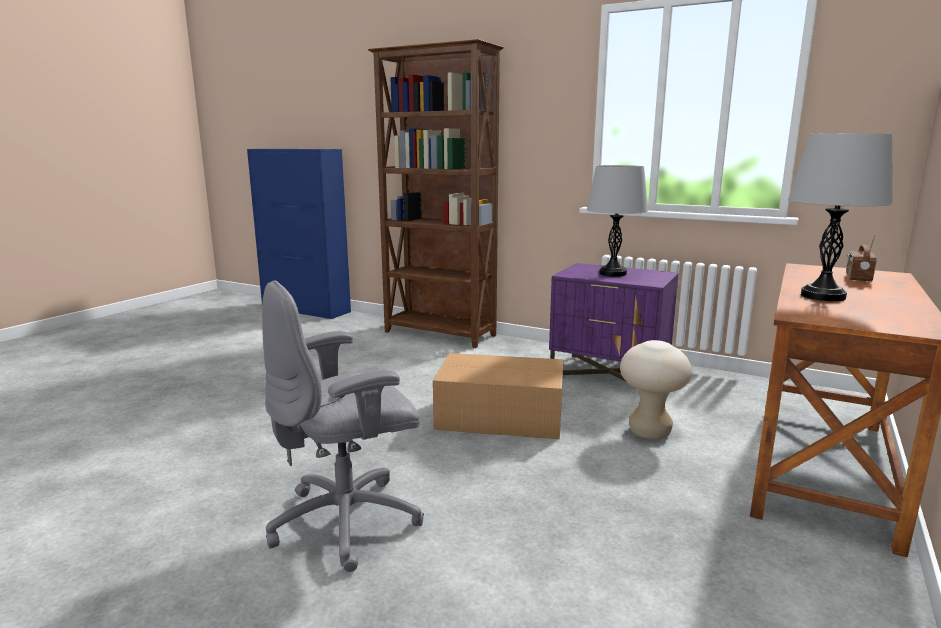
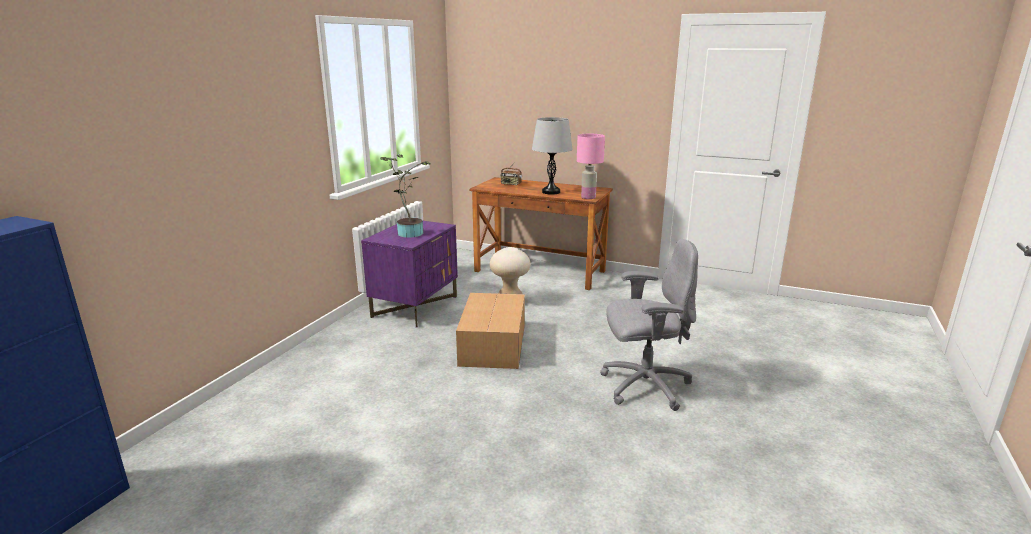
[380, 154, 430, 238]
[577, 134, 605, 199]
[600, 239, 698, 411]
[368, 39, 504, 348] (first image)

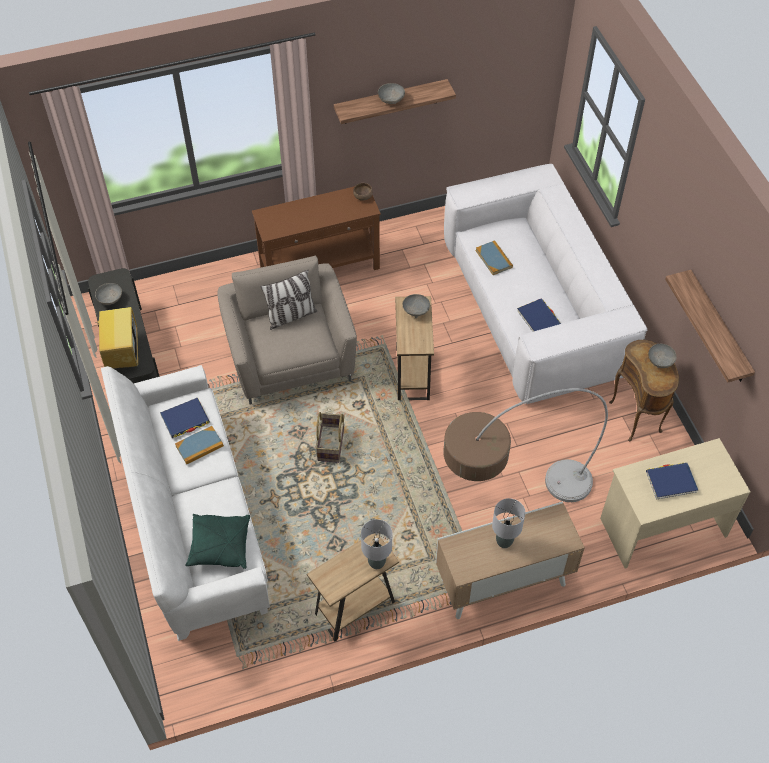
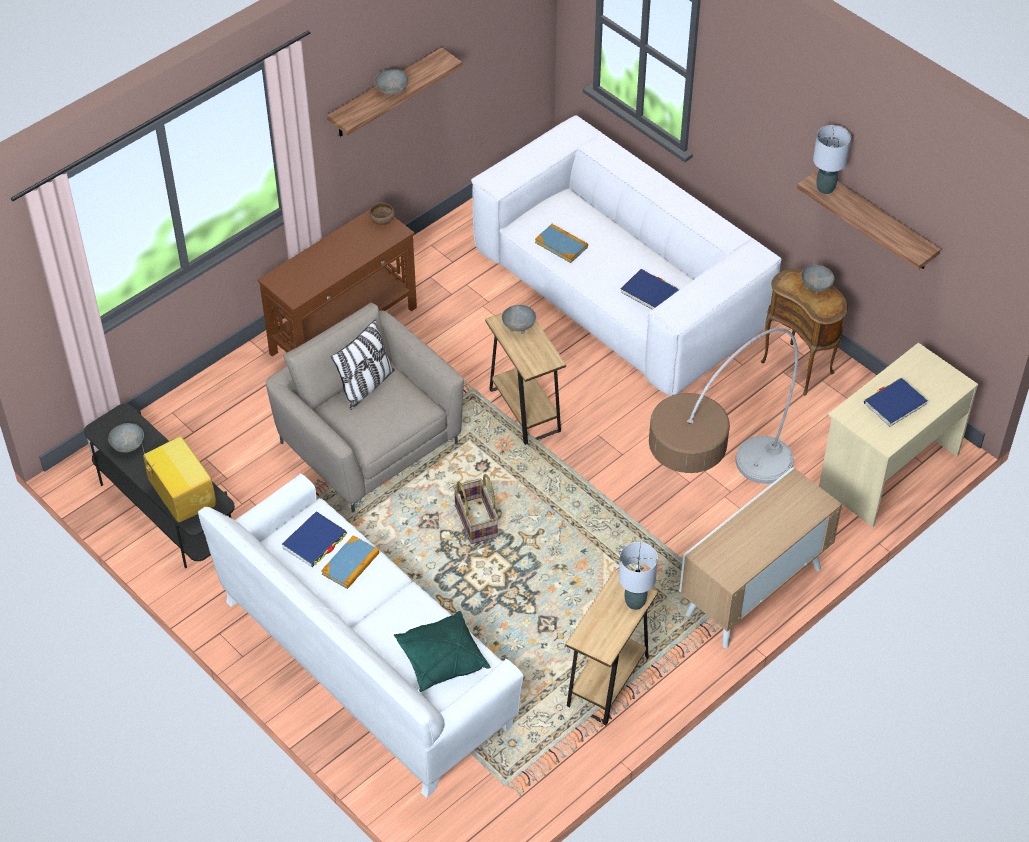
[813, 125, 851, 194]

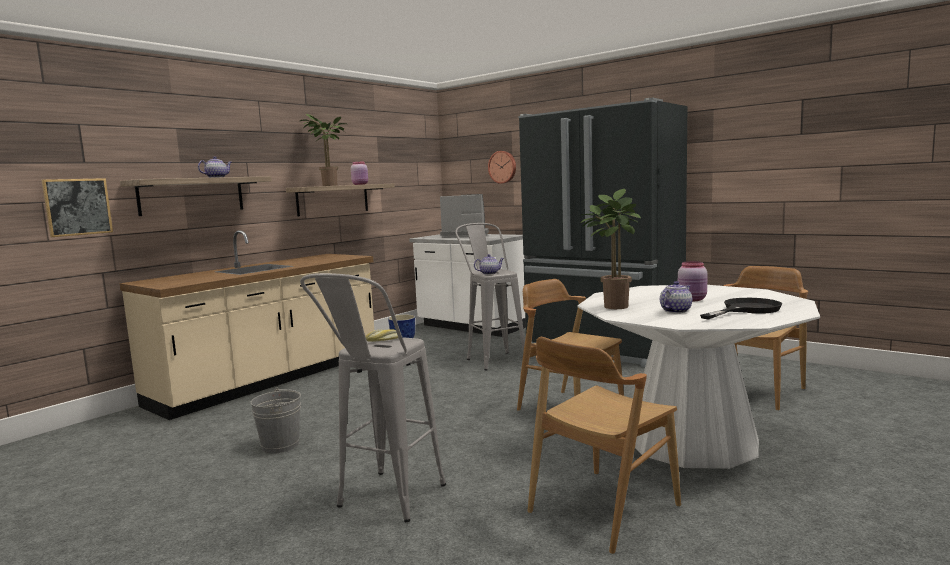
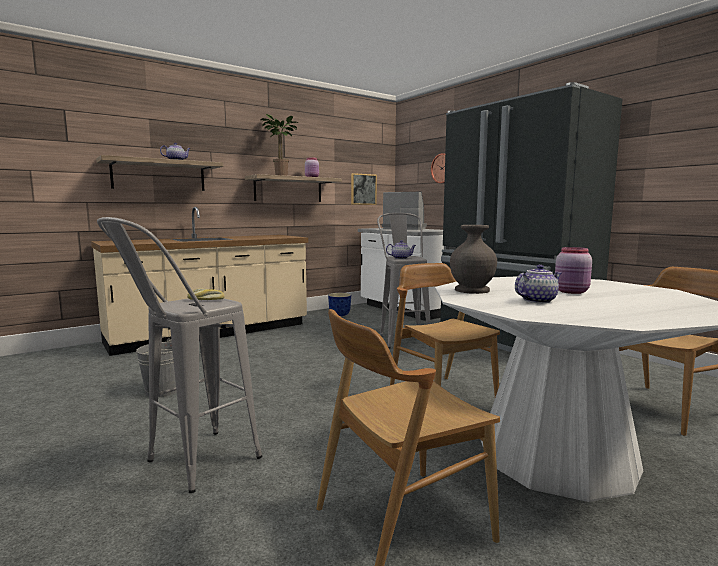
[351, 173, 377, 205]
[450, 225, 497, 294]
[700, 298, 782, 320] (first image)

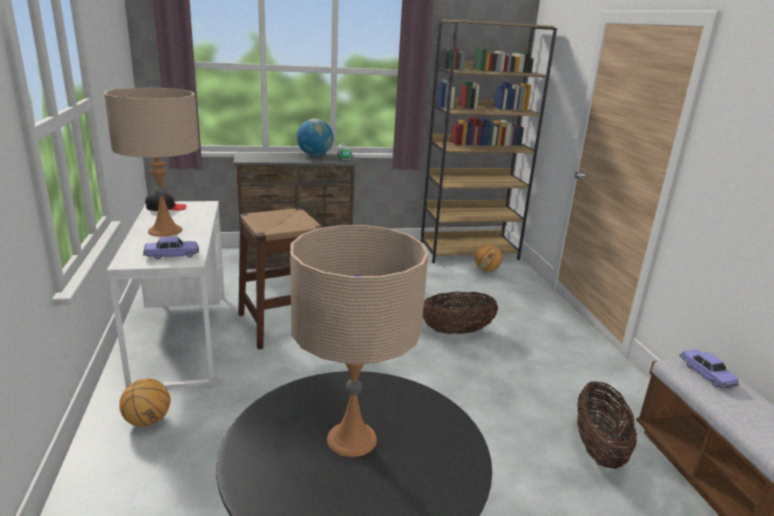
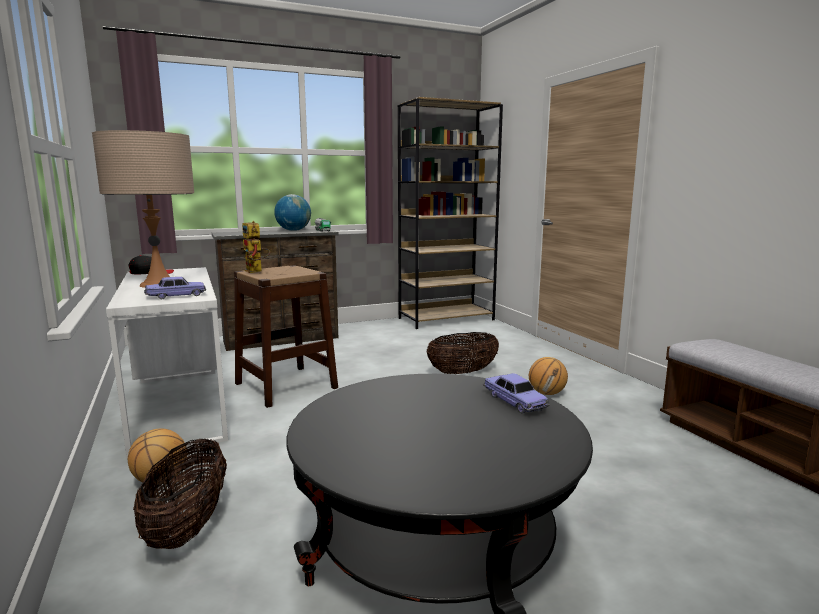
[133, 438, 227, 549]
[242, 221, 270, 273]
[483, 373, 550, 413]
[529, 357, 568, 395]
[290, 225, 428, 457] (first image)

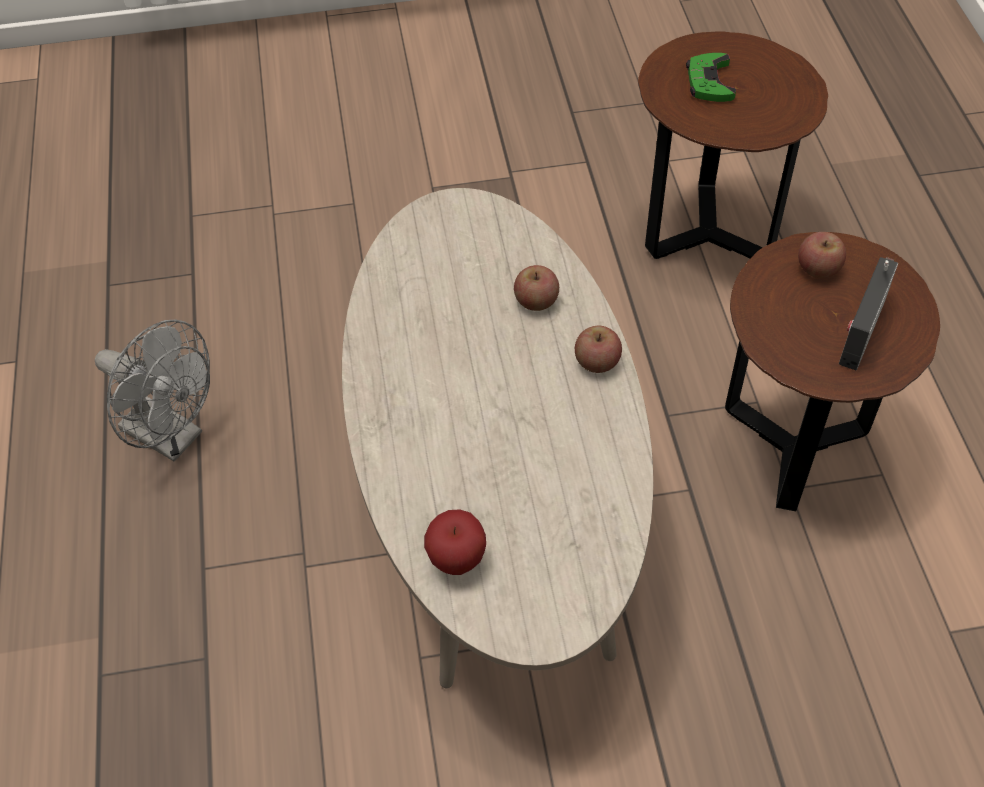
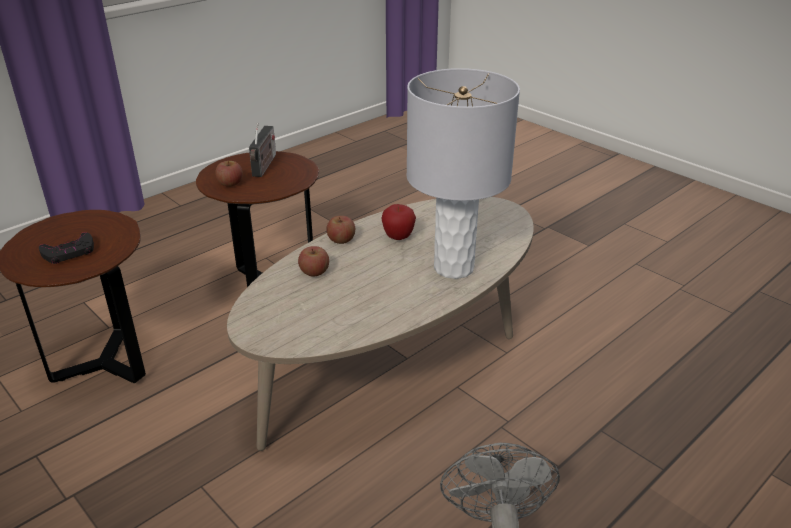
[39, 232, 94, 264]
[249, 123, 276, 177]
[381, 204, 416, 240]
[407, 68, 520, 279]

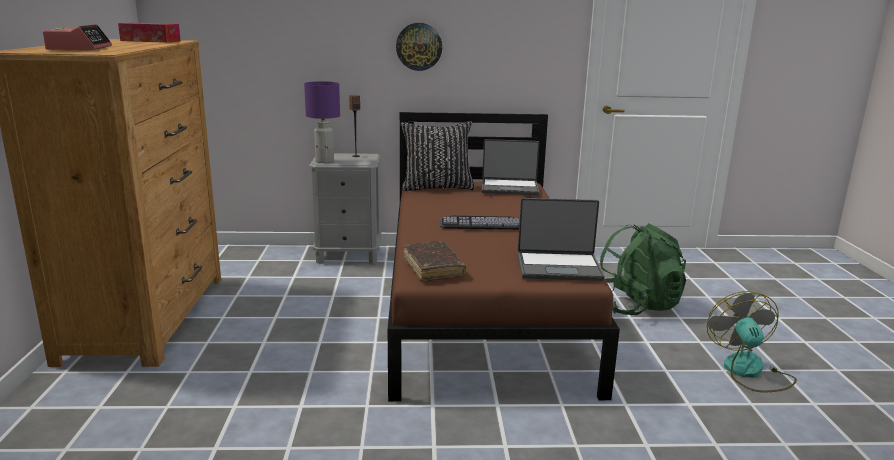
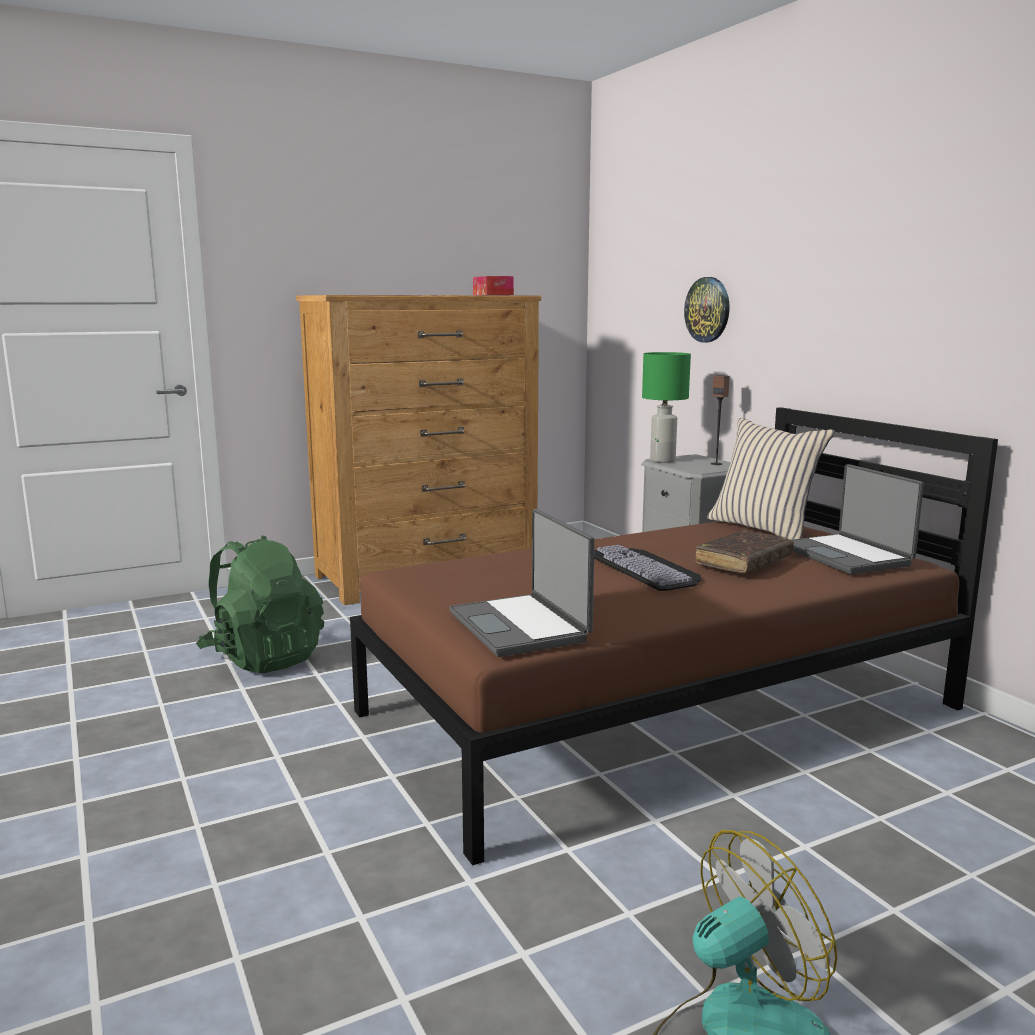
[196, 535, 324, 673]
[642, 352, 691, 463]
[684, 277, 729, 342]
[695, 530, 794, 574]
[707, 418, 835, 540]
[43, 24, 112, 50] (first image)

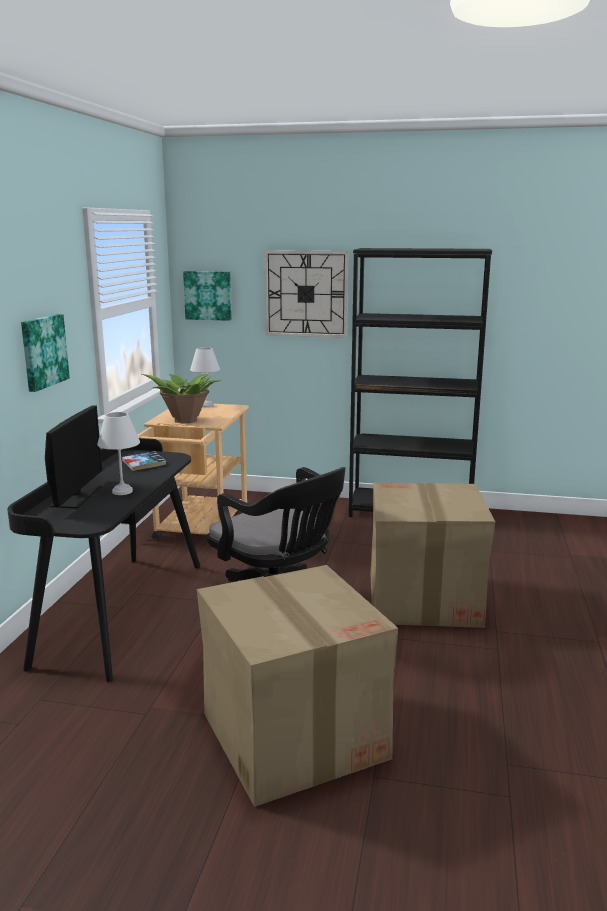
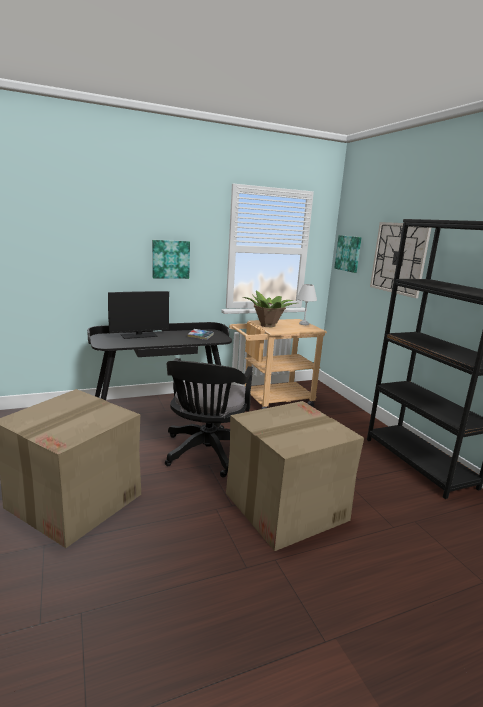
[97, 412, 140, 495] (first image)

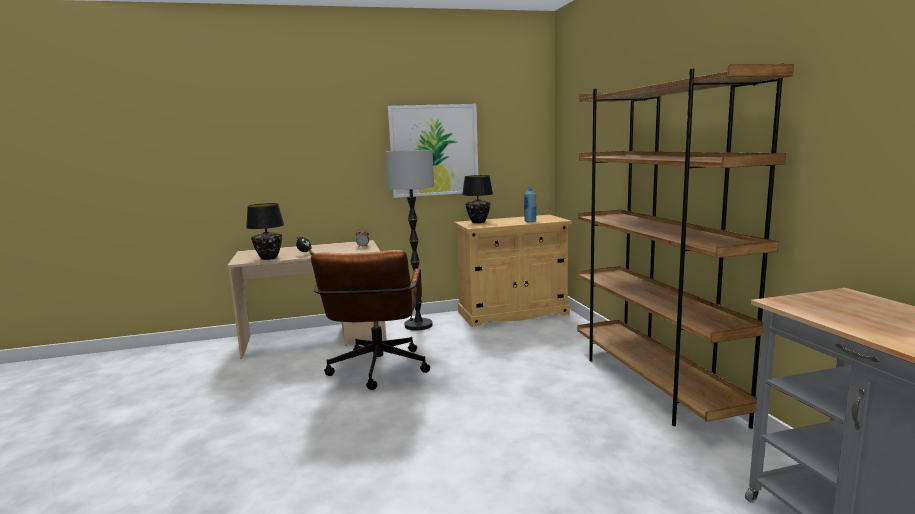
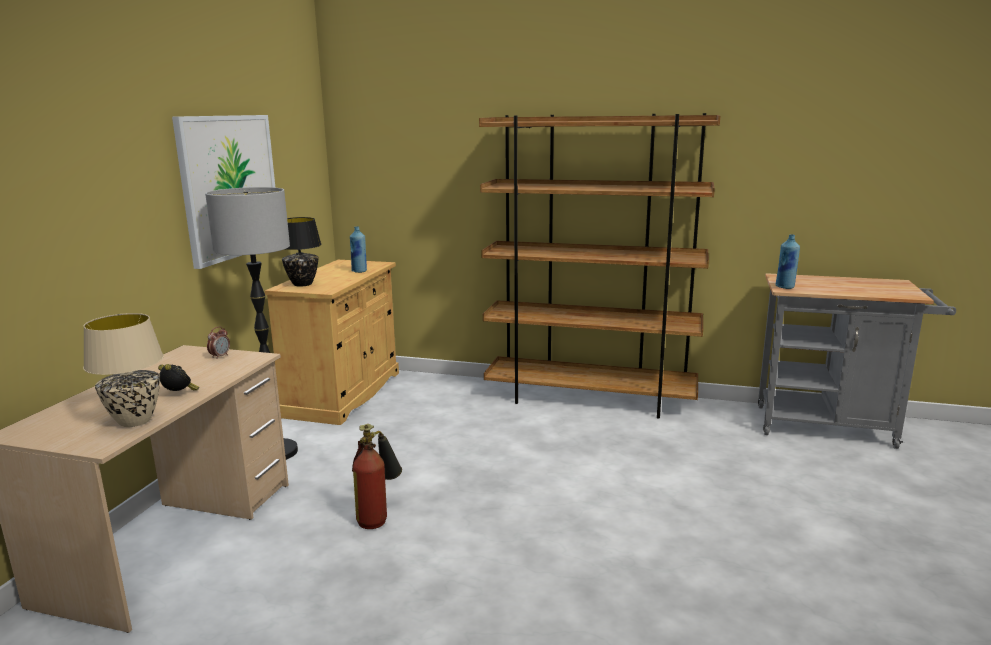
[83, 313, 164, 427]
[352, 424, 402, 529]
[775, 234, 800, 289]

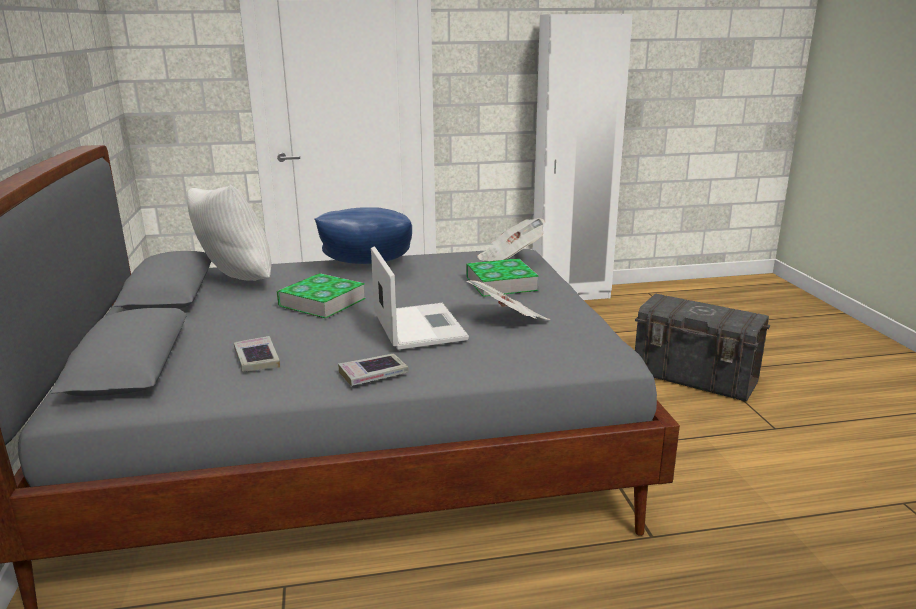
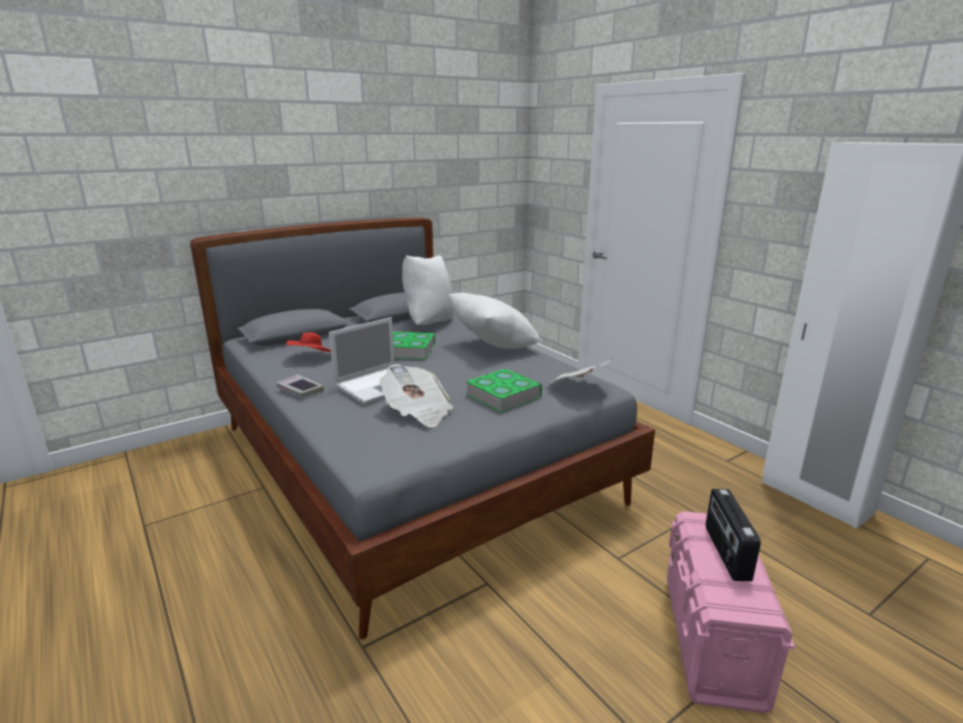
[286, 332, 331, 352]
[449, 293, 541, 349]
[667, 511, 795, 713]
[706, 489, 761, 581]

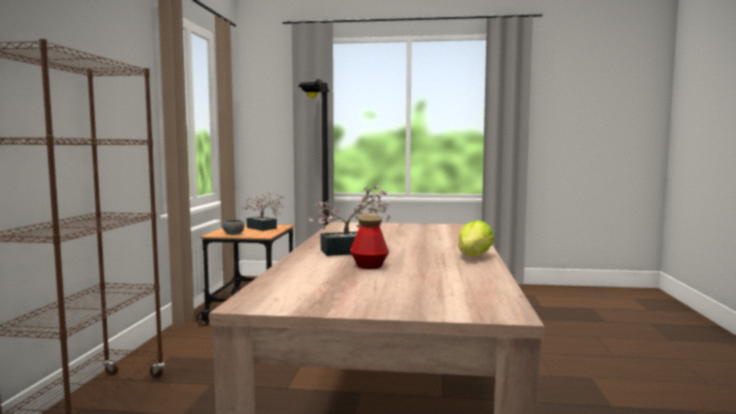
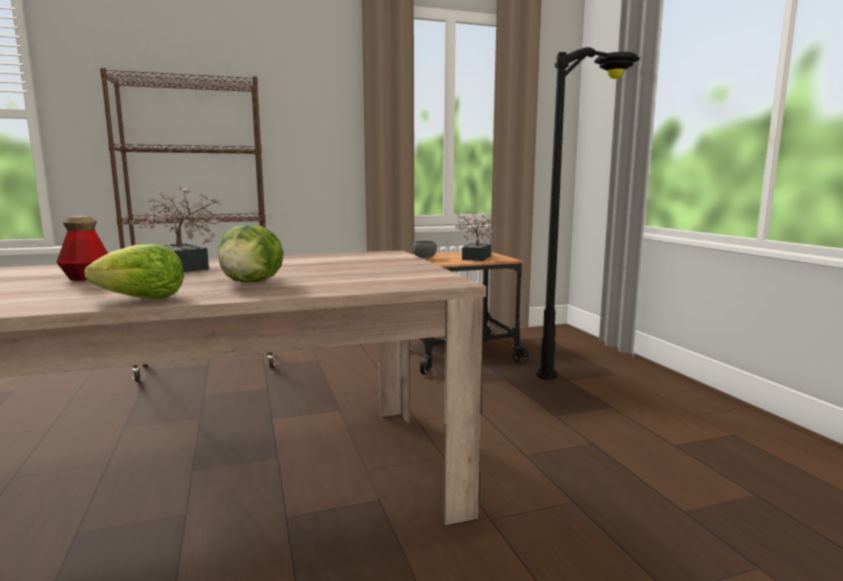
[218, 224, 284, 283]

